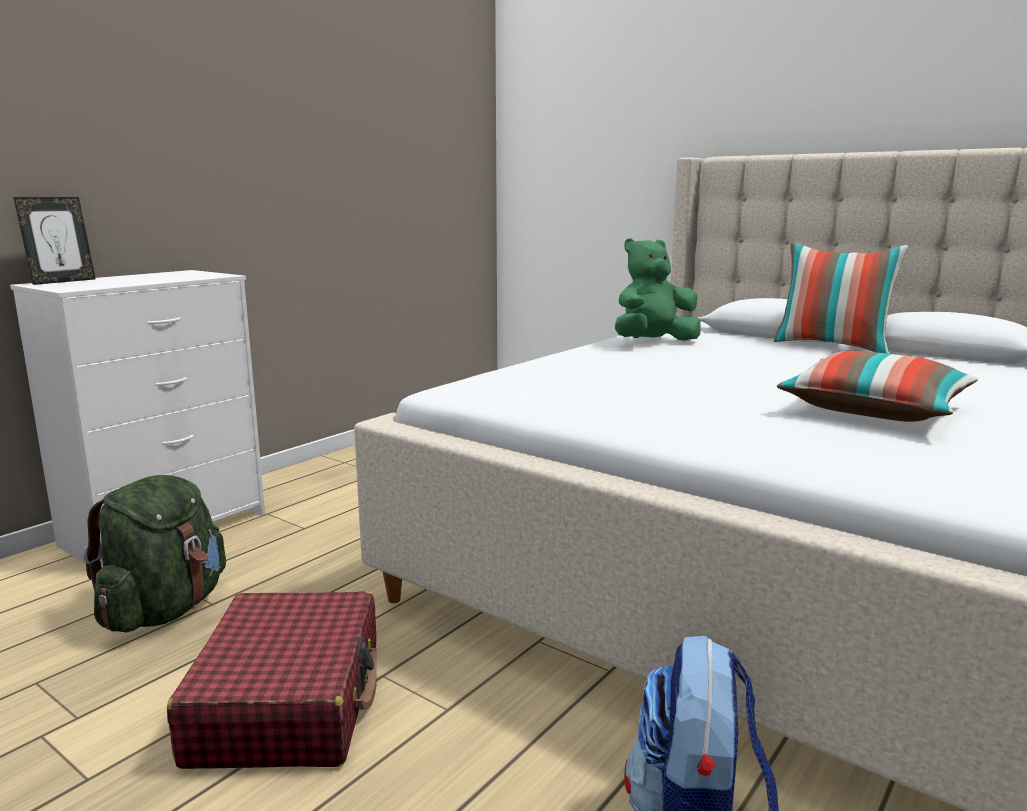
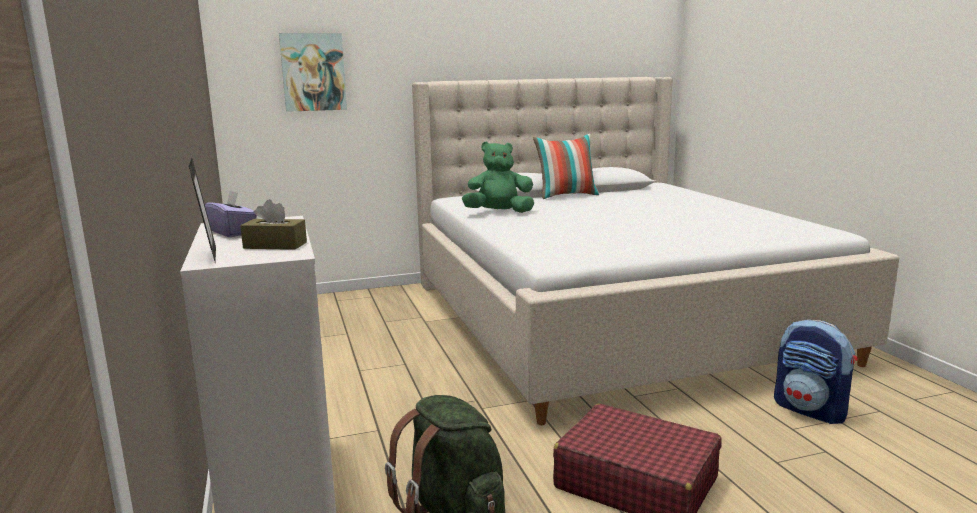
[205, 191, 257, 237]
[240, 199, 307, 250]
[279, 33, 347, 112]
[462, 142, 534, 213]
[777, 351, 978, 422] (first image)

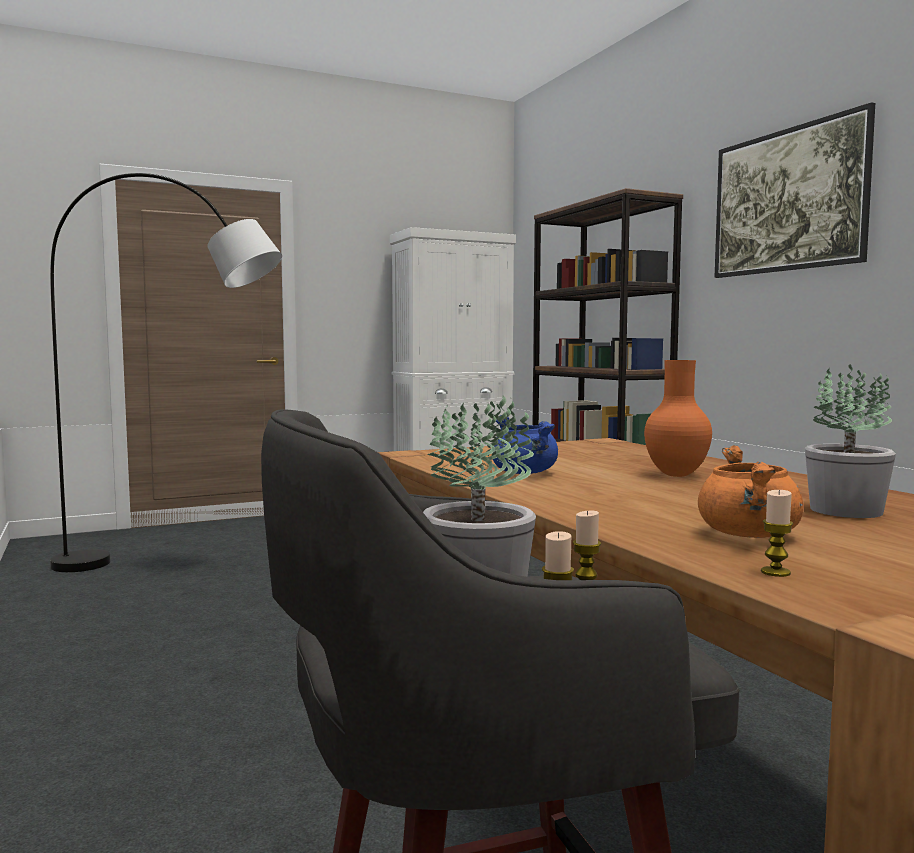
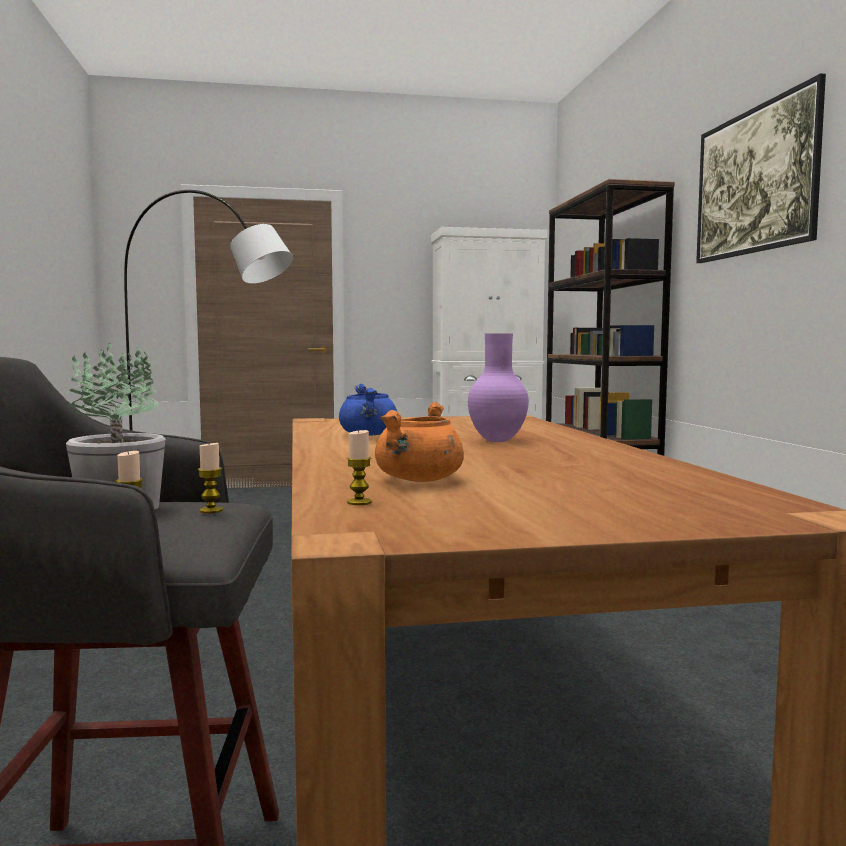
[468, 333, 529, 442]
[805, 364, 896, 518] (first image)

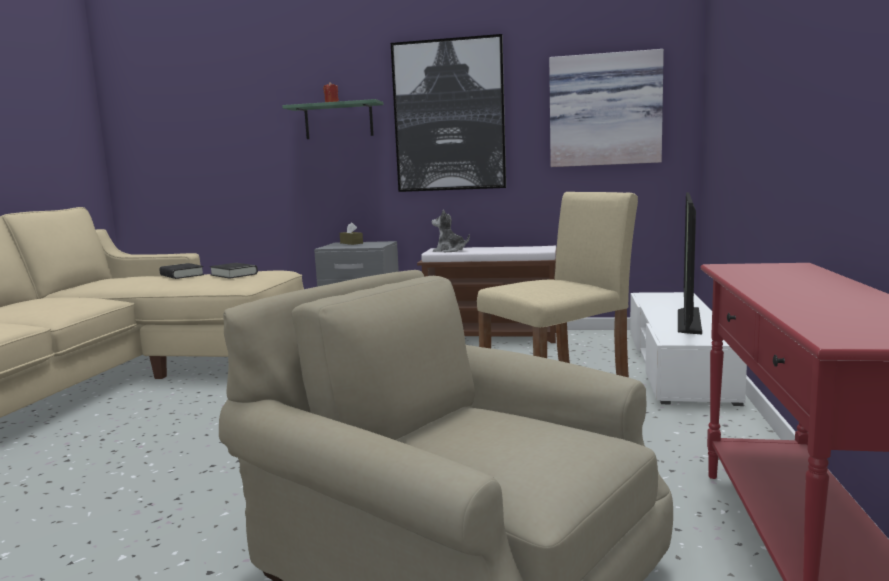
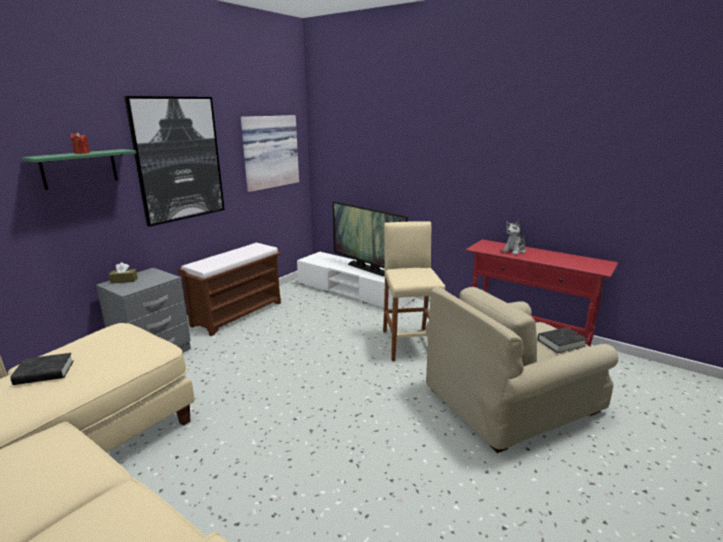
[502, 219, 526, 255]
[538, 327, 587, 353]

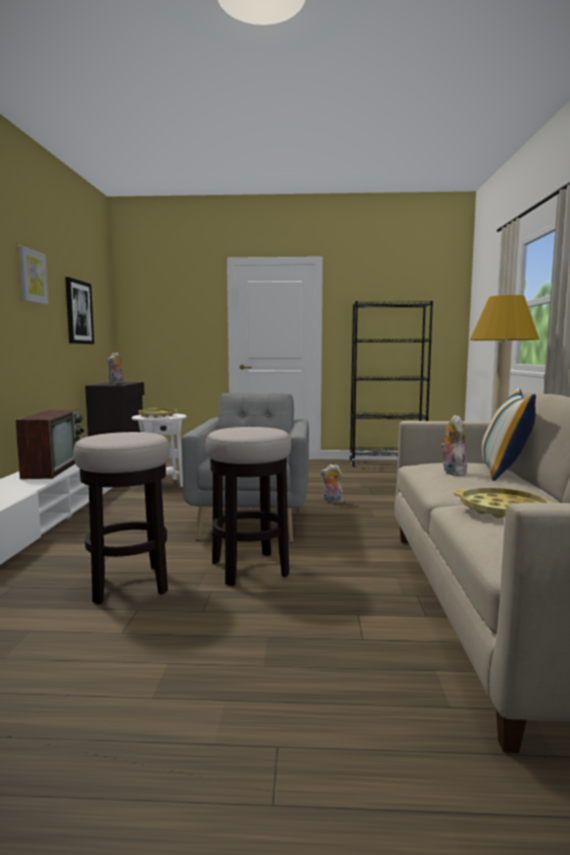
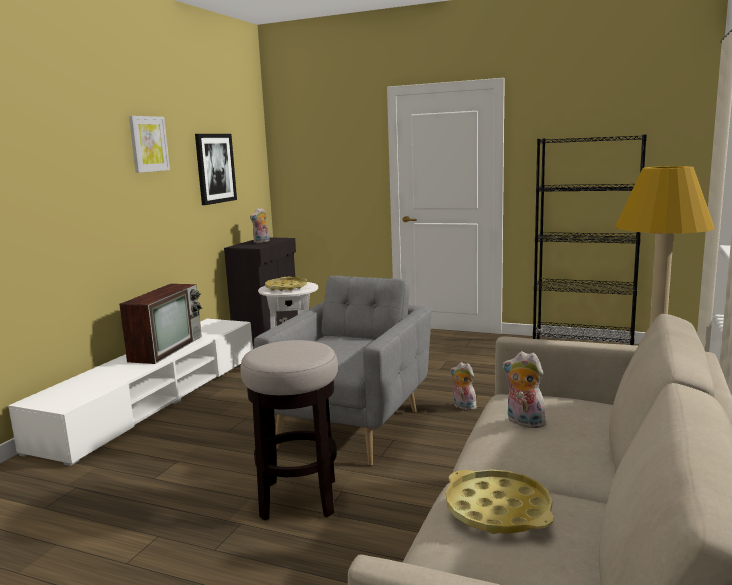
[503, 351, 546, 428]
[73, 432, 170, 604] (first image)
[481, 388, 536, 481] (first image)

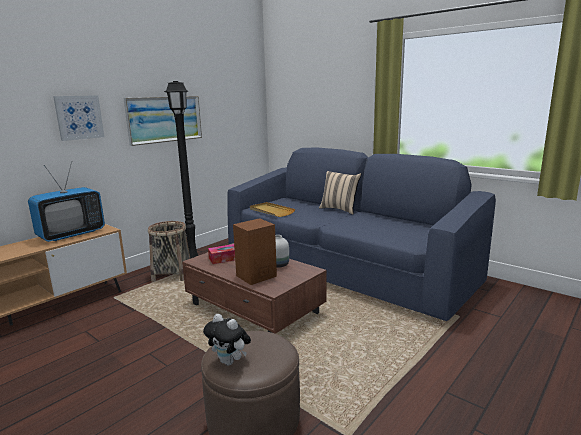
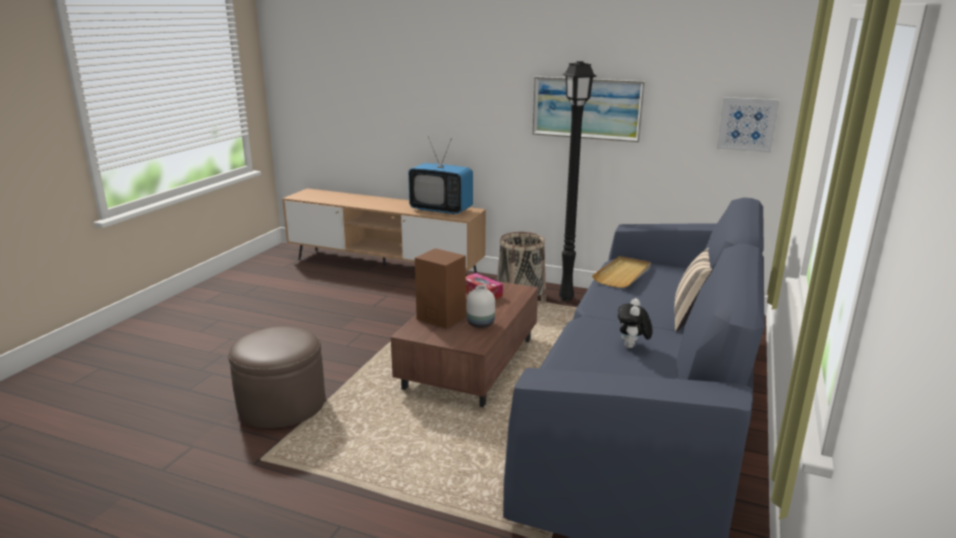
[618, 298, 653, 348]
[717, 97, 779, 153]

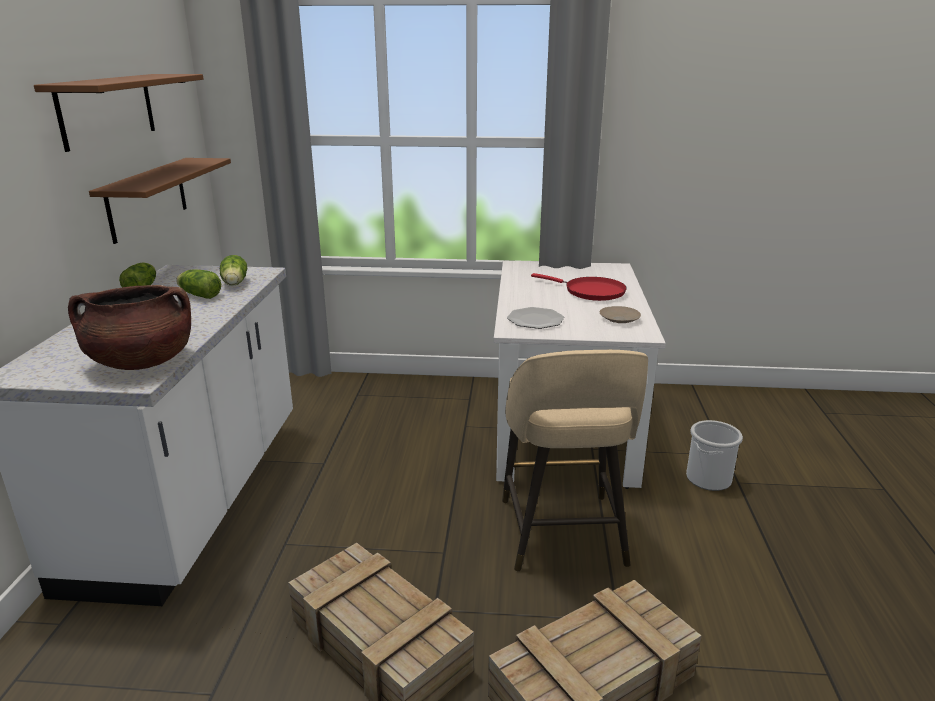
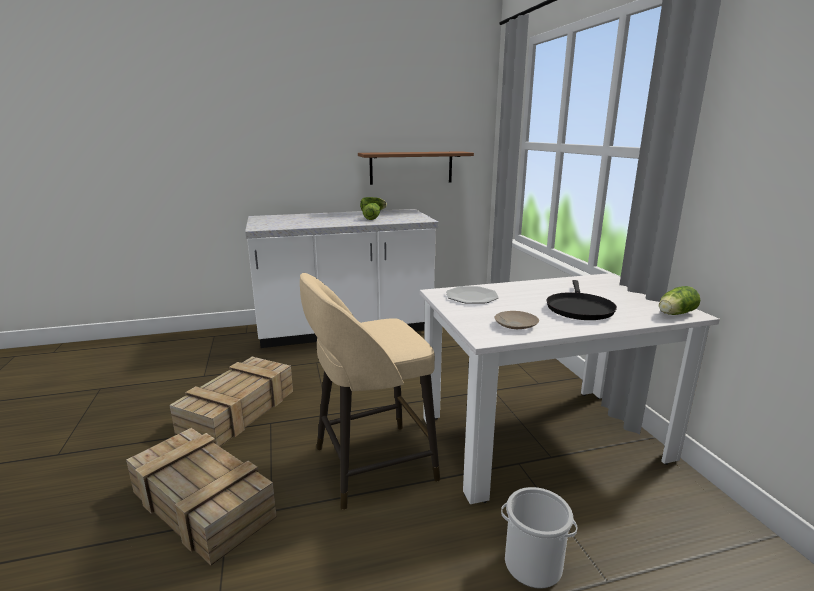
[547, 280, 617, 320]
[659, 286, 700, 315]
[34, 74, 203, 152] (first image)
[68, 285, 191, 370] (first image)

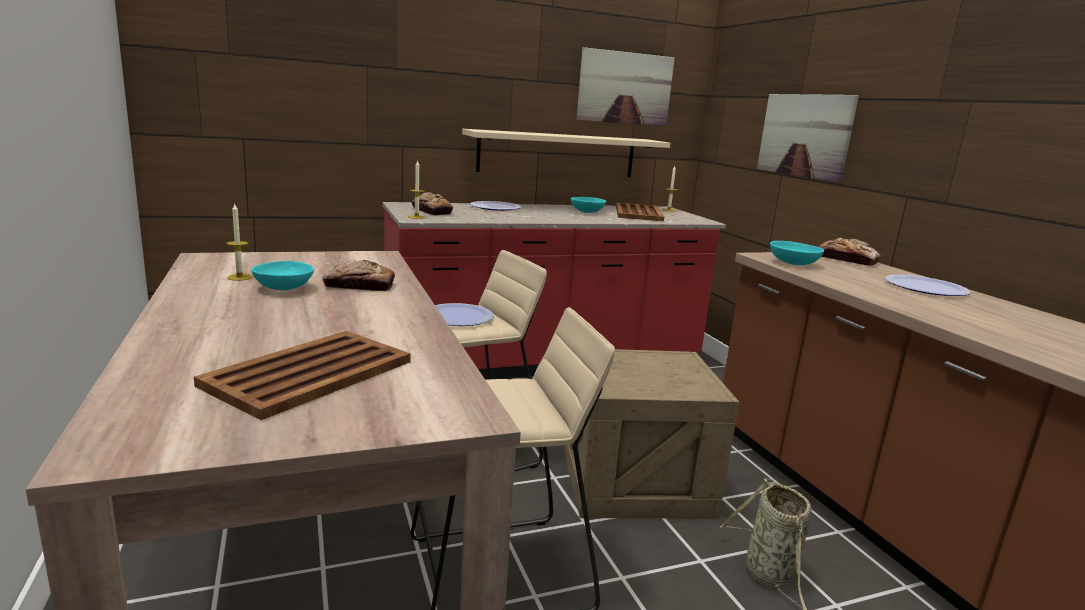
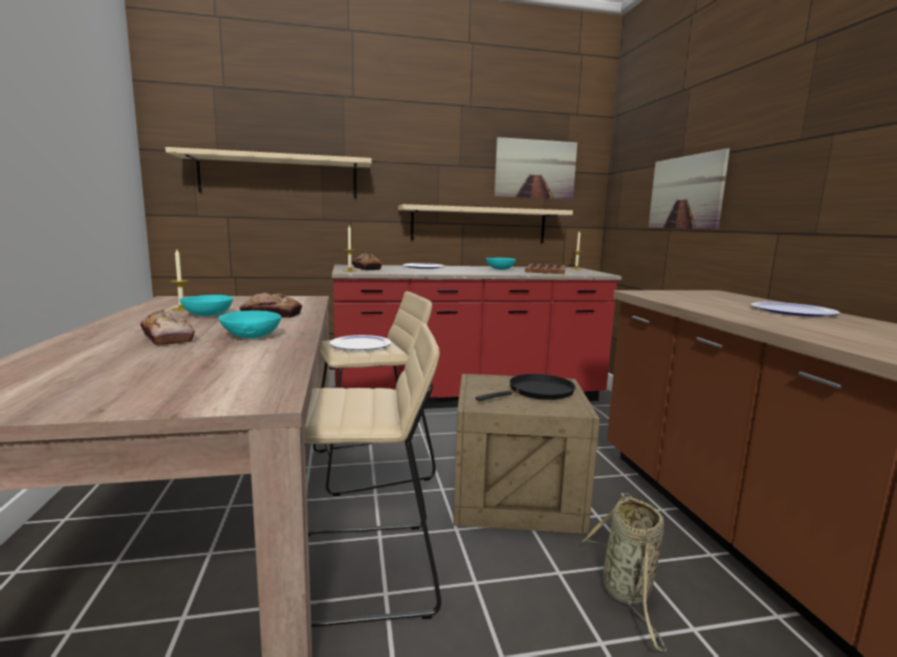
[140, 309, 195, 345]
[165, 147, 372, 198]
[218, 311, 281, 338]
[476, 374, 576, 401]
[194, 331, 411, 420] (first image)

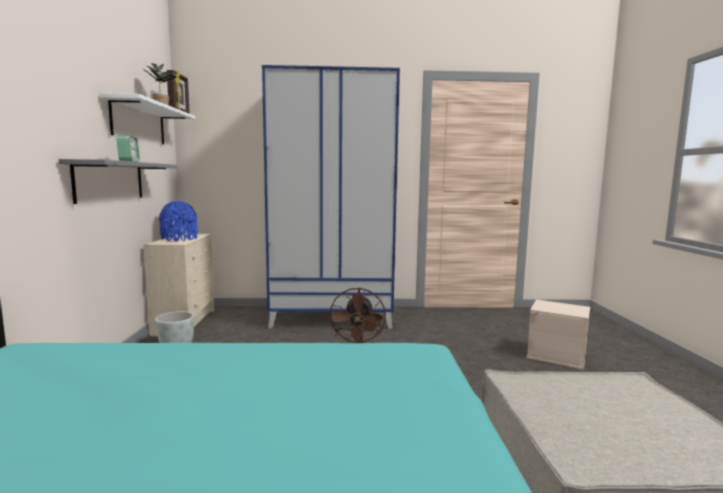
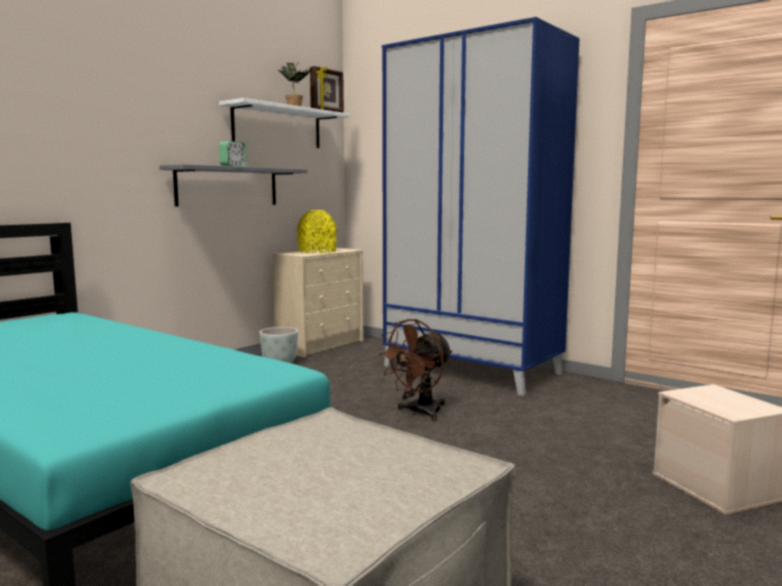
[297, 210, 337, 253]

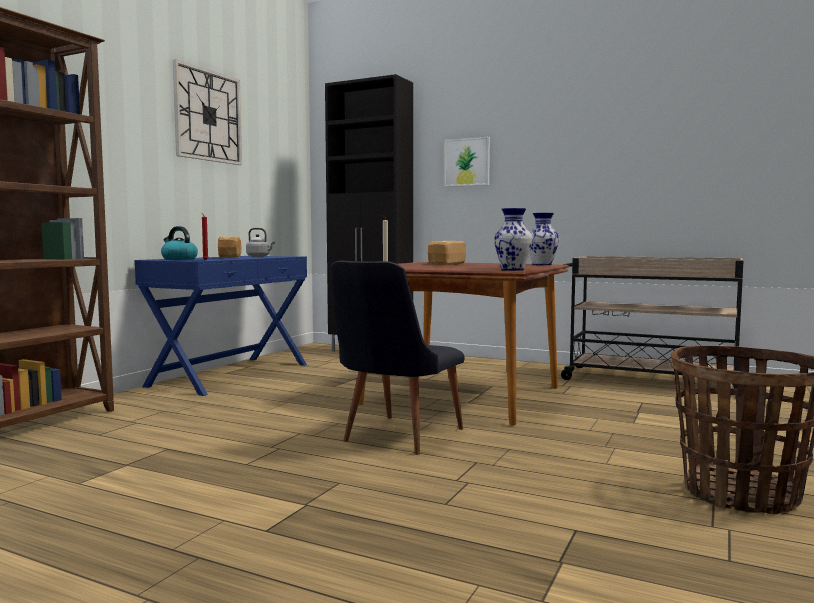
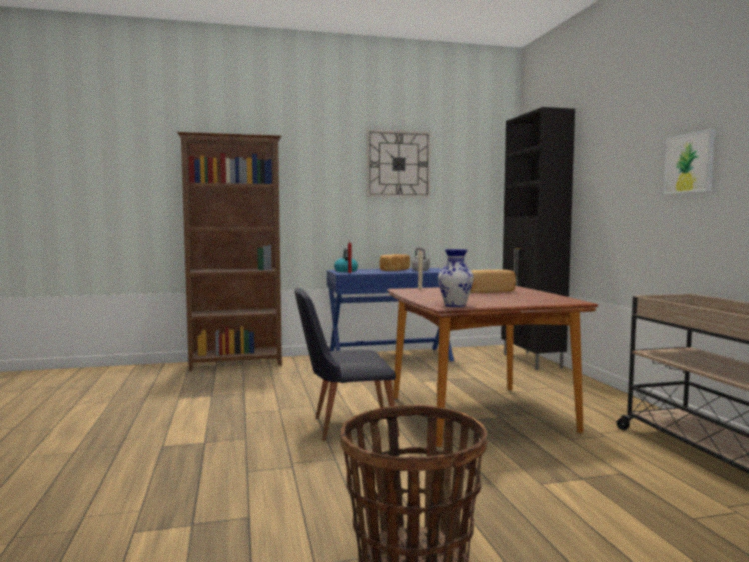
[664, 129, 715, 194]
[529, 213, 559, 265] (first image)

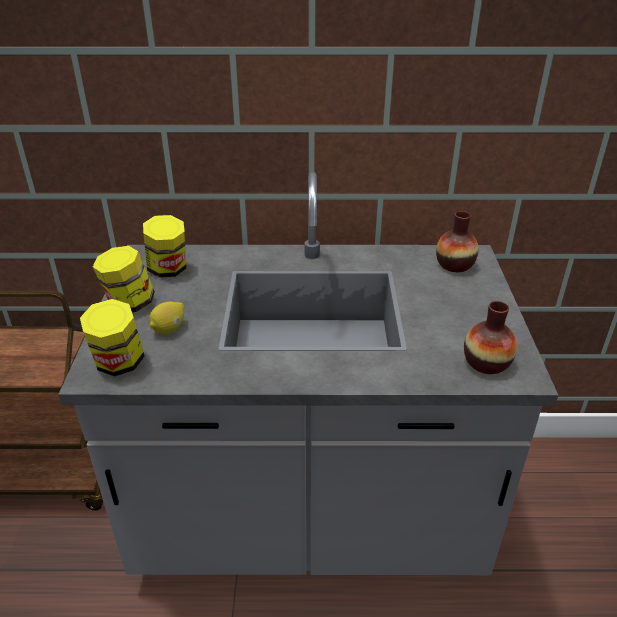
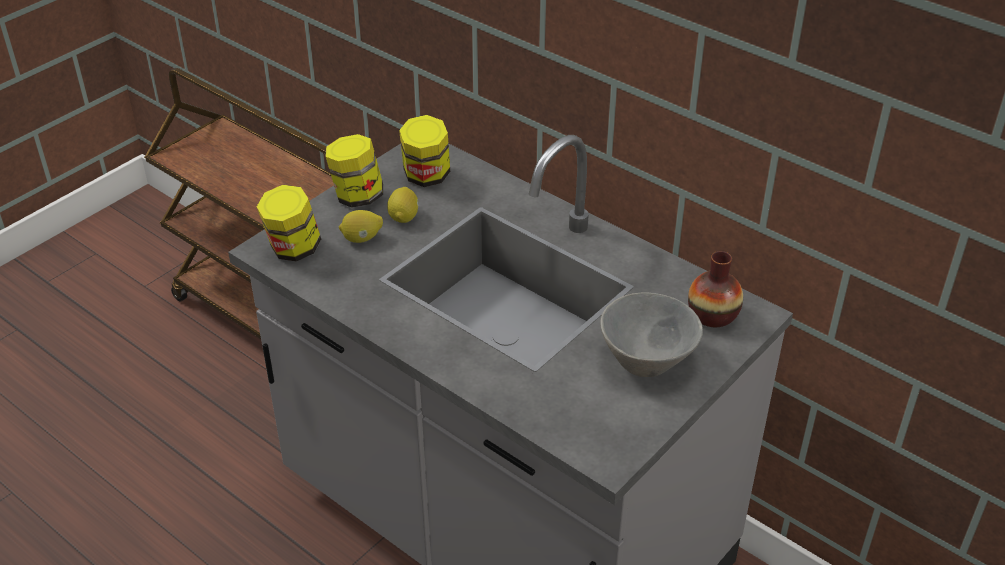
[387, 187, 419, 223]
[600, 293, 703, 377]
[464, 301, 517, 374] (first image)

